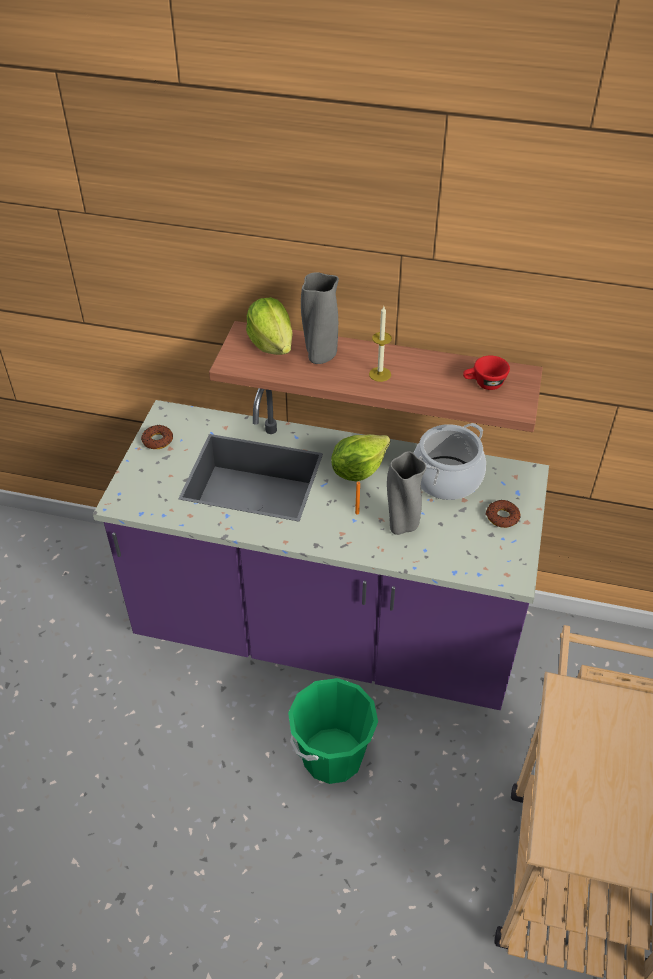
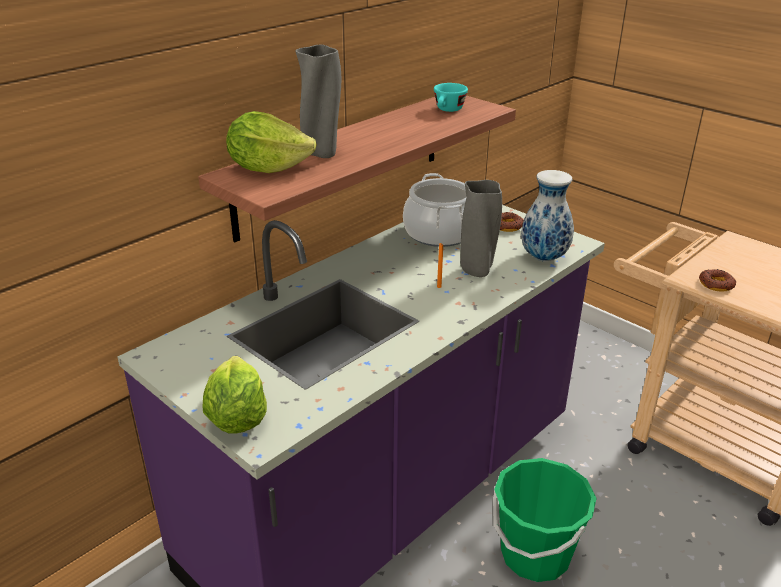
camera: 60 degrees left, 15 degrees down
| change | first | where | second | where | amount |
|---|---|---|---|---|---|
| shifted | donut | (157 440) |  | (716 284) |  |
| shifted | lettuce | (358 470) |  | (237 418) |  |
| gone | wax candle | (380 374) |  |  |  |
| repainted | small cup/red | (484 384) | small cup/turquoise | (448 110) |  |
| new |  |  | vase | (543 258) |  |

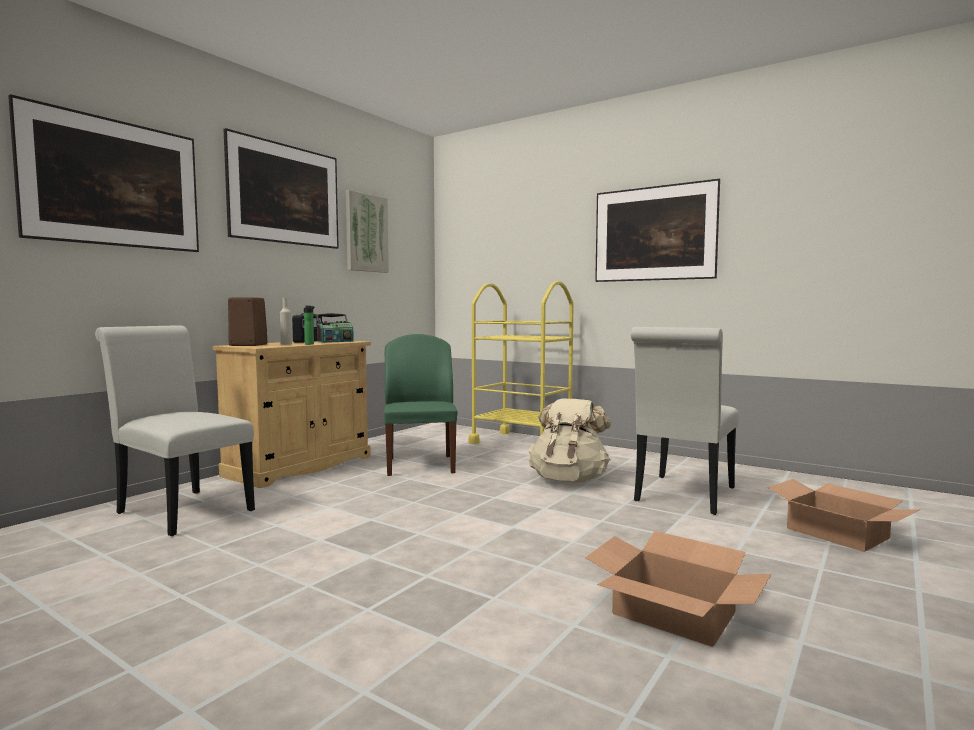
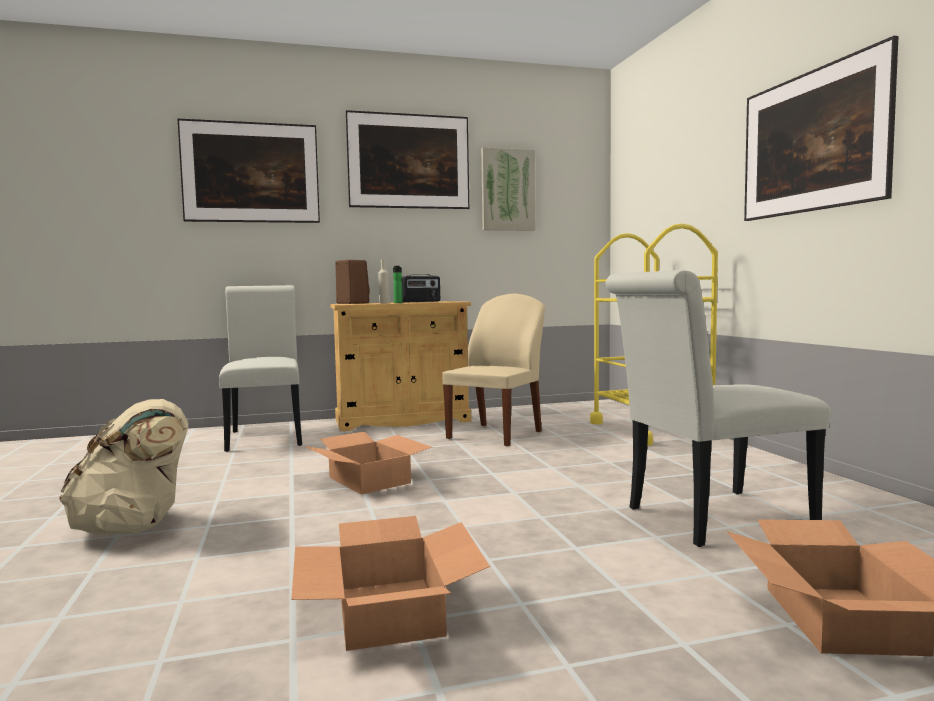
camera: 40 degrees right, 0 degrees up
| change | first | where | second | where | amount |
|---|---|---|---|---|---|
| gone | radio receiver | (335 341) |  |  |  |
| repainted | chair/green | (420 465) | chair/beige | (496 434) |  |
| shifted | backpack/beige | (569 480) |  | (134 527) |  |
| new |  |  | carton | (369 480) |  |

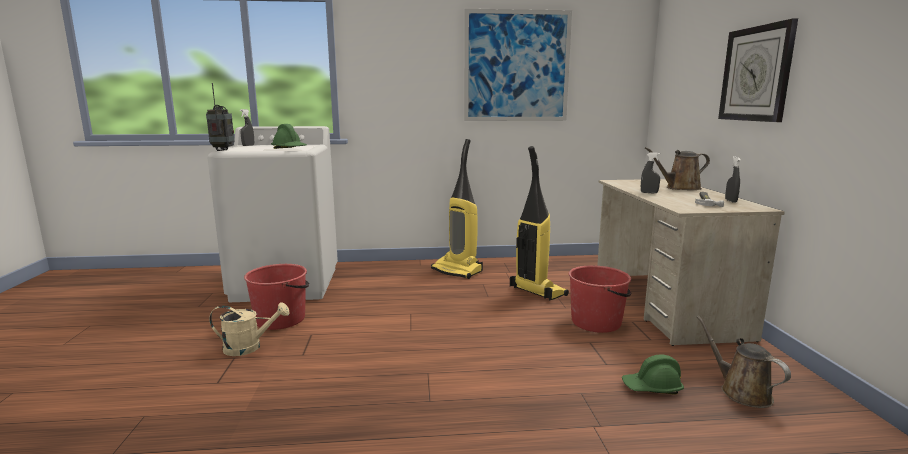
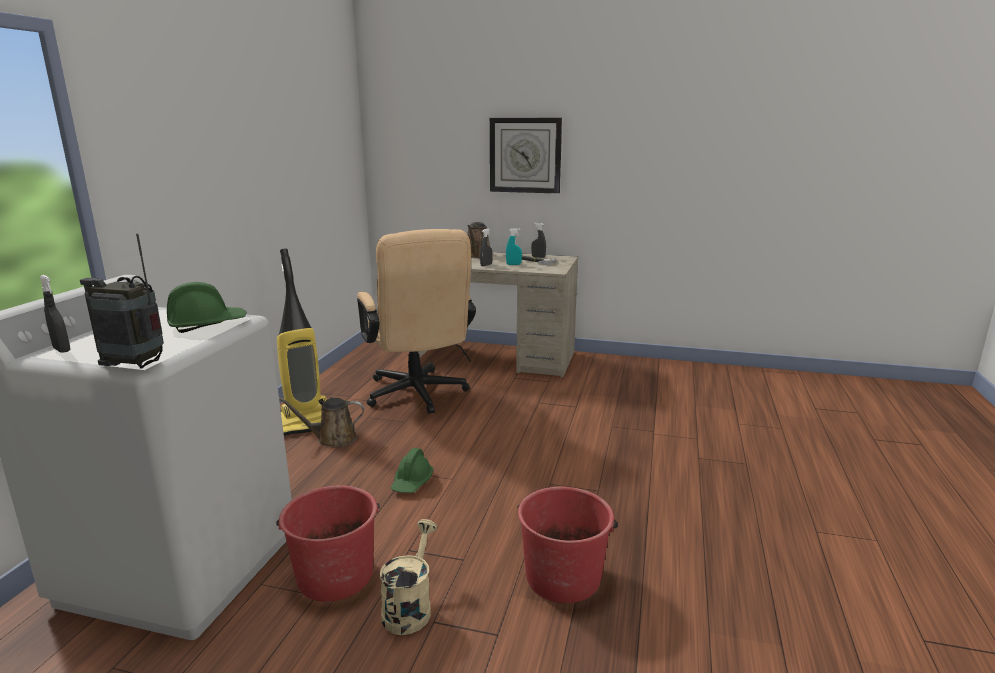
camera: 70 degrees left, 5 degrees up
| change | first | where | second | where | amount |
|---|---|---|---|---|---|
| gone | wall picture | (516 66) |  |  |  |
| swapped | vacuum cleaner | (536 291) | computer chair/beige | (418 396) |  |
| shifted | bucket/red | (597 322) |  | (563 577) |  |
| shifted | work helmet/green | (652 387) |  | (412 482) |  |
| shifted | watering can/brown | (741 392) |  | (332 439) |  |
| new |  |  | hand sprayer/turquoise | (513 264) |  |

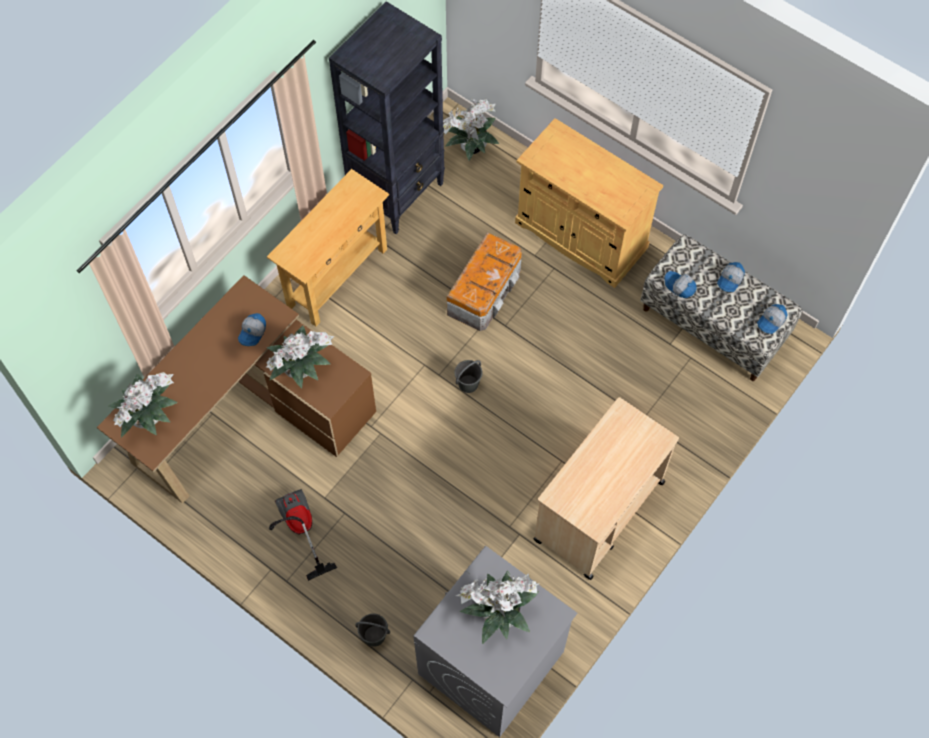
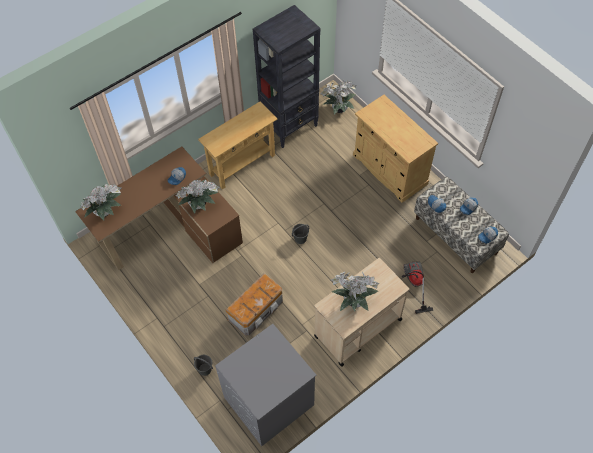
camera: 15 degrees right, 5 degrees down
| change | first | where | second | where | amount |
|---|---|---|---|---|---|
| shifted | vacuum cleaner | (299 529) |  | (414 284) |  |
| shifted | storage container | (485 291) |  | (257 310) |  |
| shifted | plant in a pot | (497 614) |  | (352 301) |  |

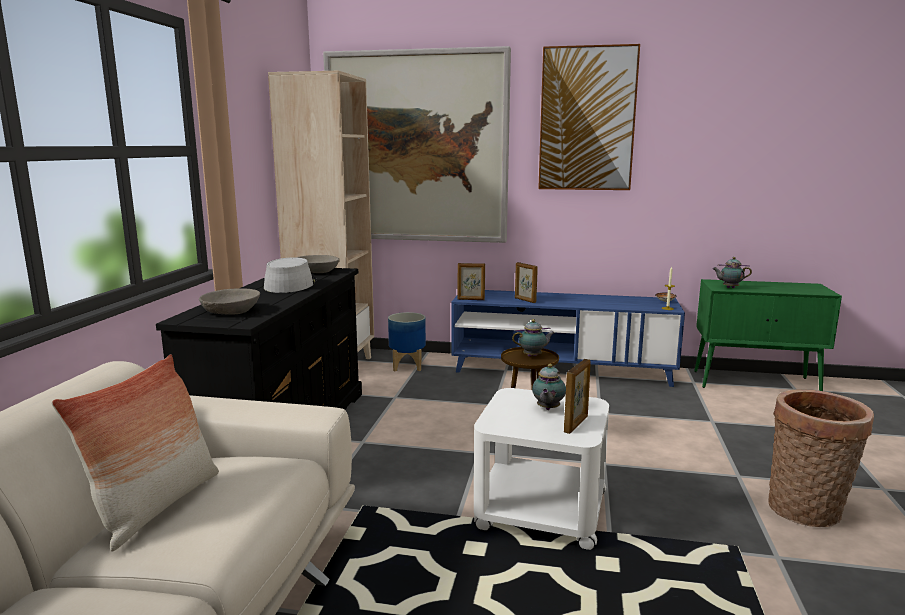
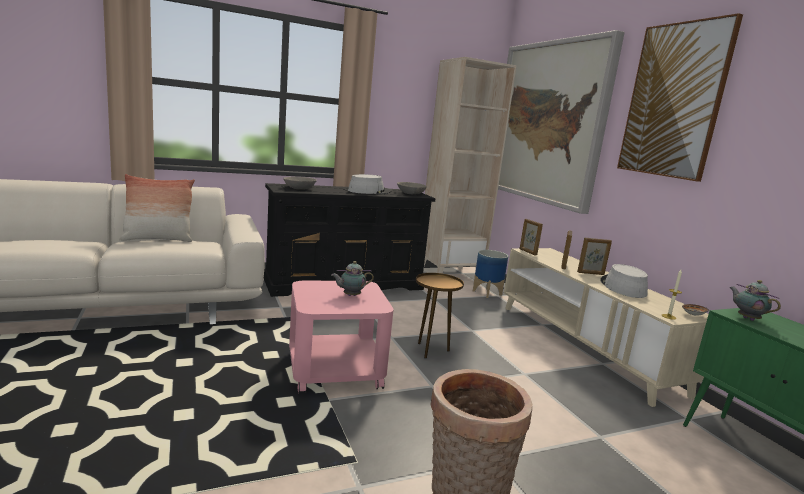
camera: 55 degrees right, 0 degrees up
| change | first | where | second | where | amount |
|---|---|---|---|---|---|
| repainted | tv unit/blue-coloured | (561 370) | tv unit/beige | (584 346) |  |
| repainted | accent table/white-coloured | (540 510) | accent table/pink-coloured | (335 369) |  |
| gone | teapot | (533 356) |  |  |  |
| shifted | photo frame | (576 424) |  | (591 273) |  |
| new |  |  | hat/greyish | (622 287) |  |

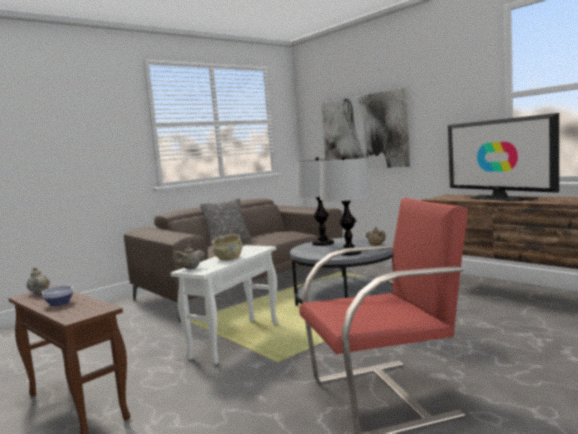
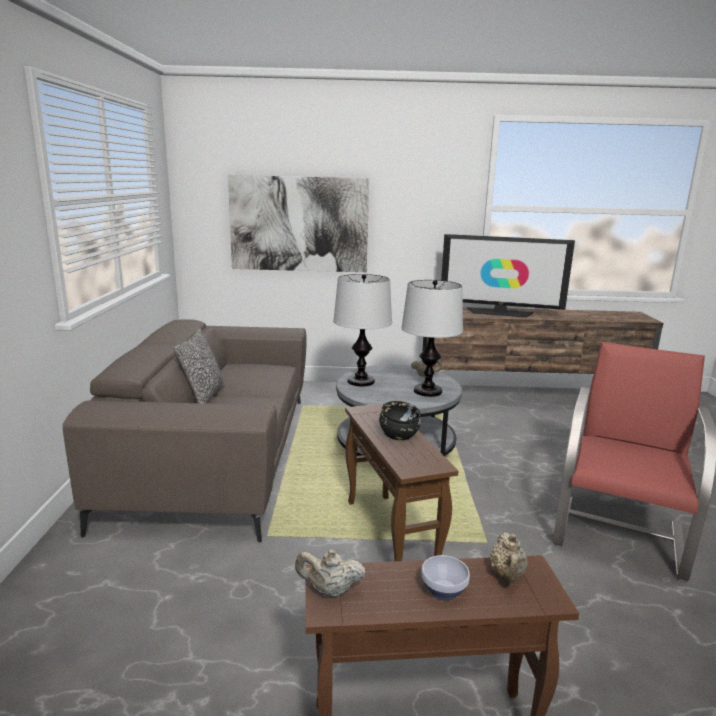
camera: 50 degrees left, 10 degrees up
| change | first | where | second | where | amount |
|---|---|---|---|---|---|
| repainted | accent table/white-coloured | (236 340) | accent table/brown | (390 536) |  |
| shifted | teapot/beige | (190 268) |  | (507 575) |  |
| repainted | serving bowl/beige | (228 258) | serving bowl/blackish | (398 435) |  |

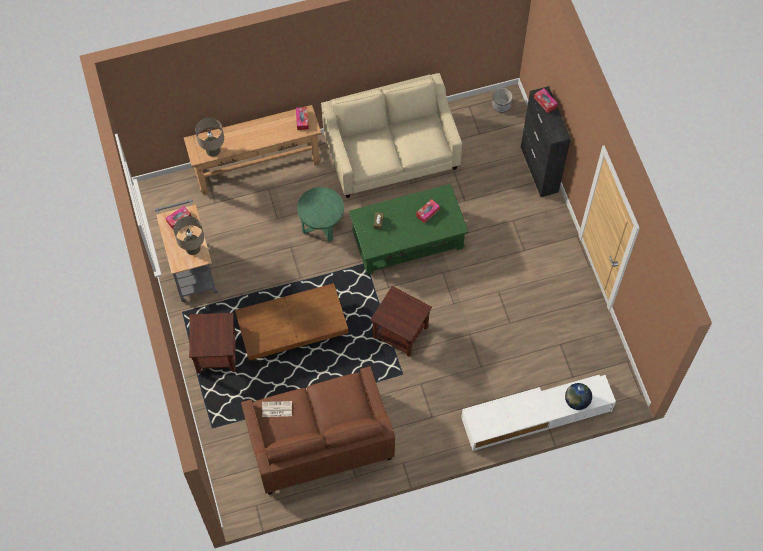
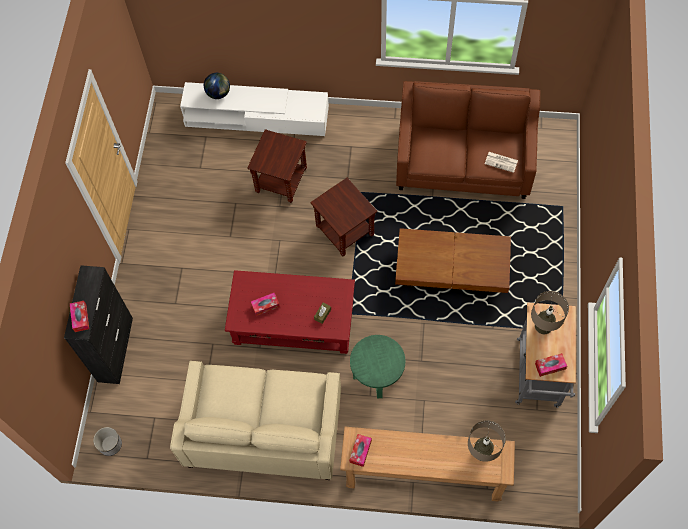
camera: 155 degrees left, 0 degrees up
| change | first | where | second | where | amount |
|---|---|---|---|---|---|
| shifted | accent table/brown | (217 354) |  | (281 180) |  |
| repainted | coffee table/green | (408 240) | coffee table/red | (293 322) |  |

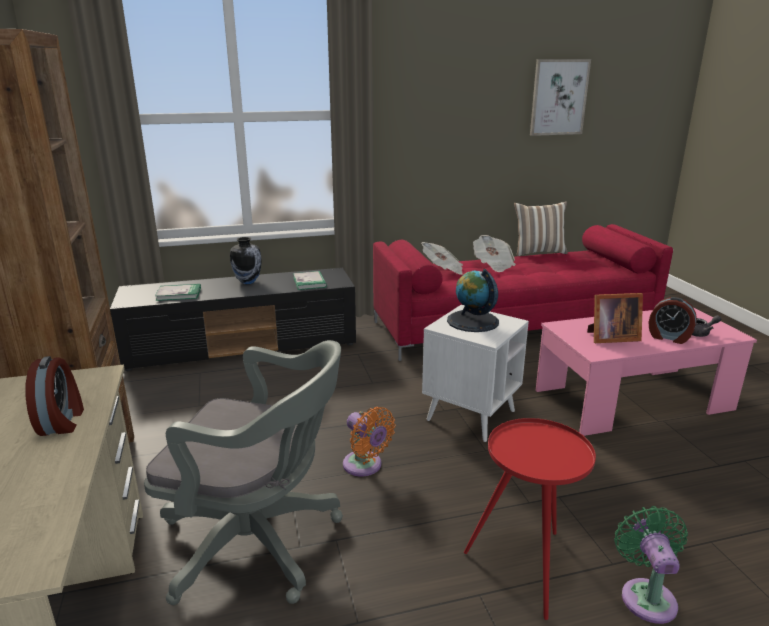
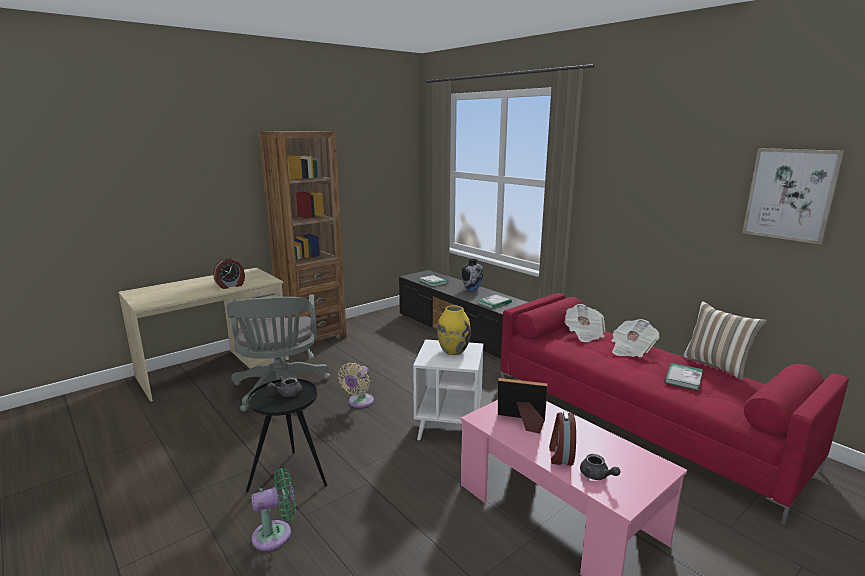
camera: 65 degrees right, 5 degrees down
| change | first | where | second | where | amount |
|---|---|---|---|---|---|
| repainted | electric fan/orangey | (365 466) | electric fan/beige | (359 402) |  |
| swapped | globe | (472 321) | vase/yellow | (453 351) |  |
| repainted | accent table/red | (526 564) | accent table/blackish | (291 478) |  |
| rotated | photo frame | (610 338) |  | (522 422) | 135 degrees clockwise |
| new |  |  | teapot/greyish | (287 393) |  |
| new |  |  | book | (683 378) |  |

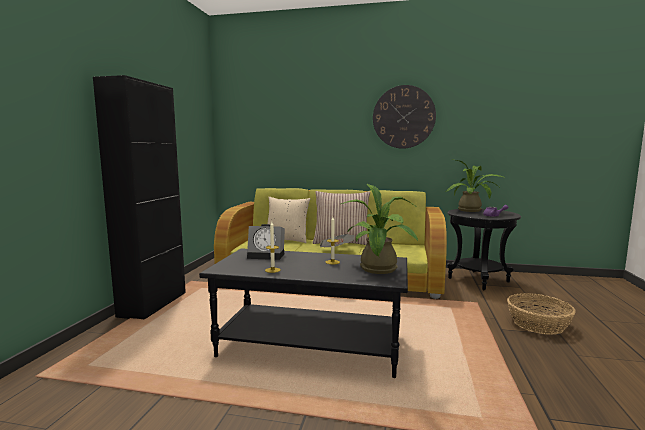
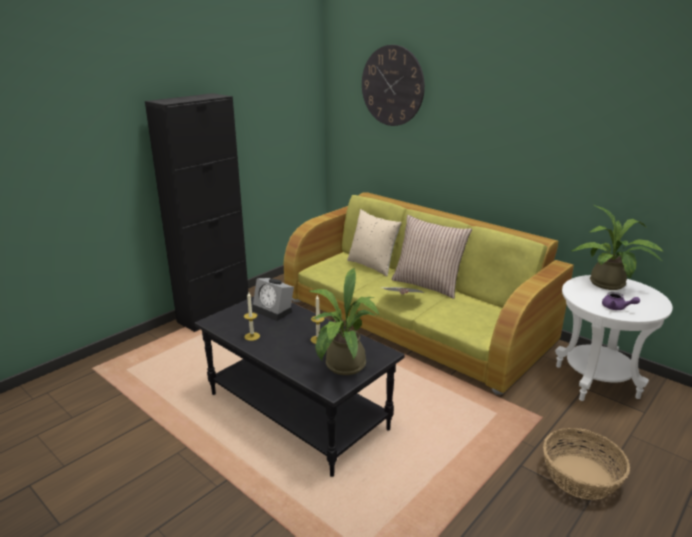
camera: 30 degrees right, 15 degrees up
| change | first | where | second | where | amount |
|---|---|---|---|---|---|
| shifted | clock on the wall | (403 117) |  | (392 86) |  |
| repainted | accent table/blackish | (478 280) | accent table/white-coloured | (596 382) |  |

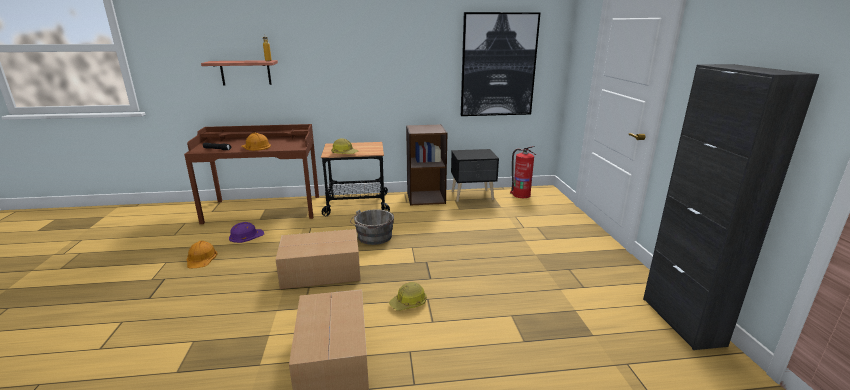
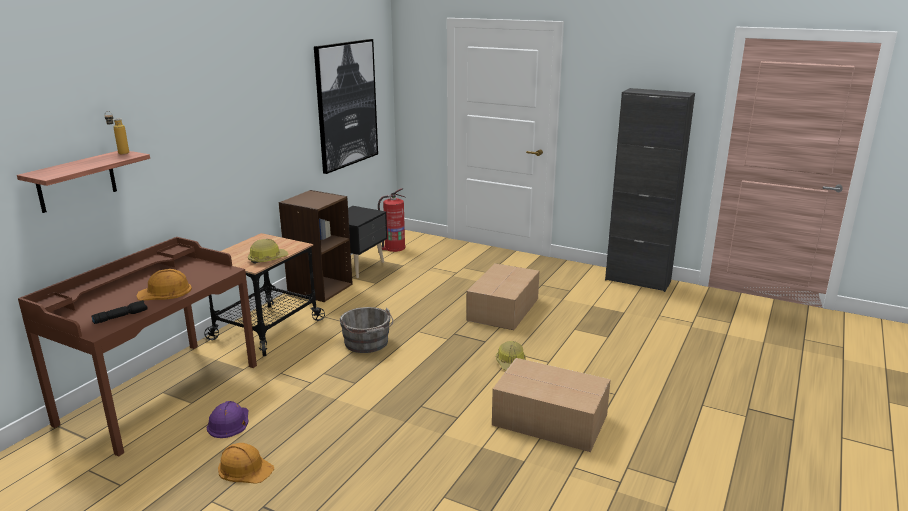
camera: 55 degrees left, 0 degrees up
| change | first | where | second | where | amount |
|---|---|---|---|---|---|
| shifted | carton | (322 271) |  | (504 309) |  |

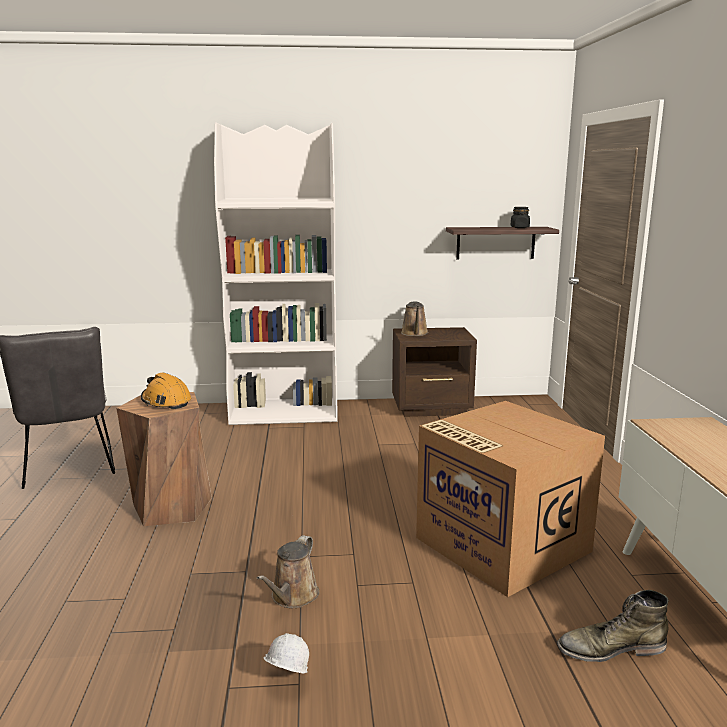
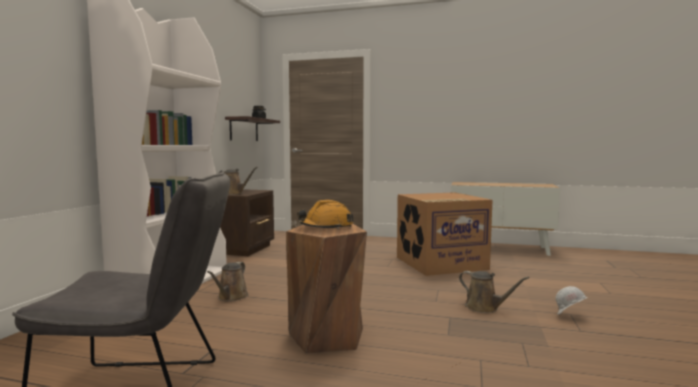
camera: 70 degrees left, 10 degrees down
| change | first | where | second | where | amount |
|---|---|---|---|---|---|
| gone | boot/green | (610 648) |  |  |  |
| new |  |  | watering can/brown | (231 297) |  |

